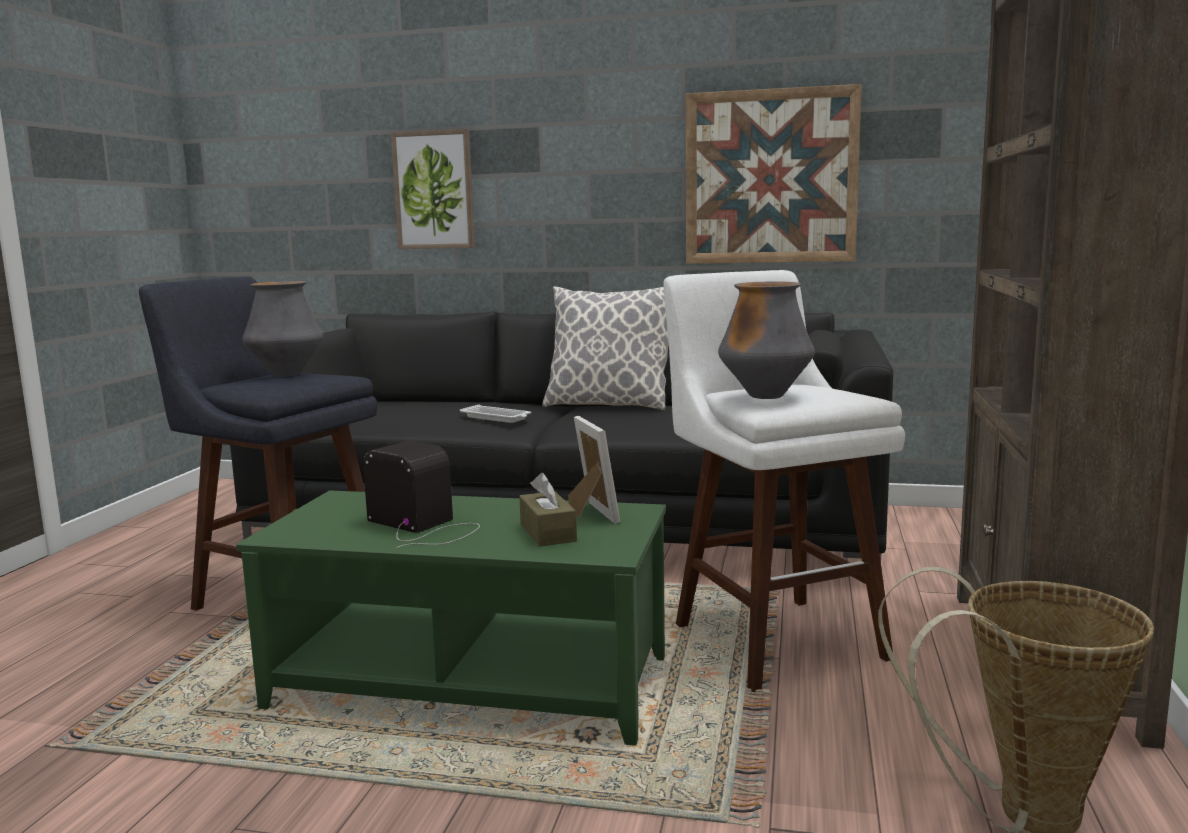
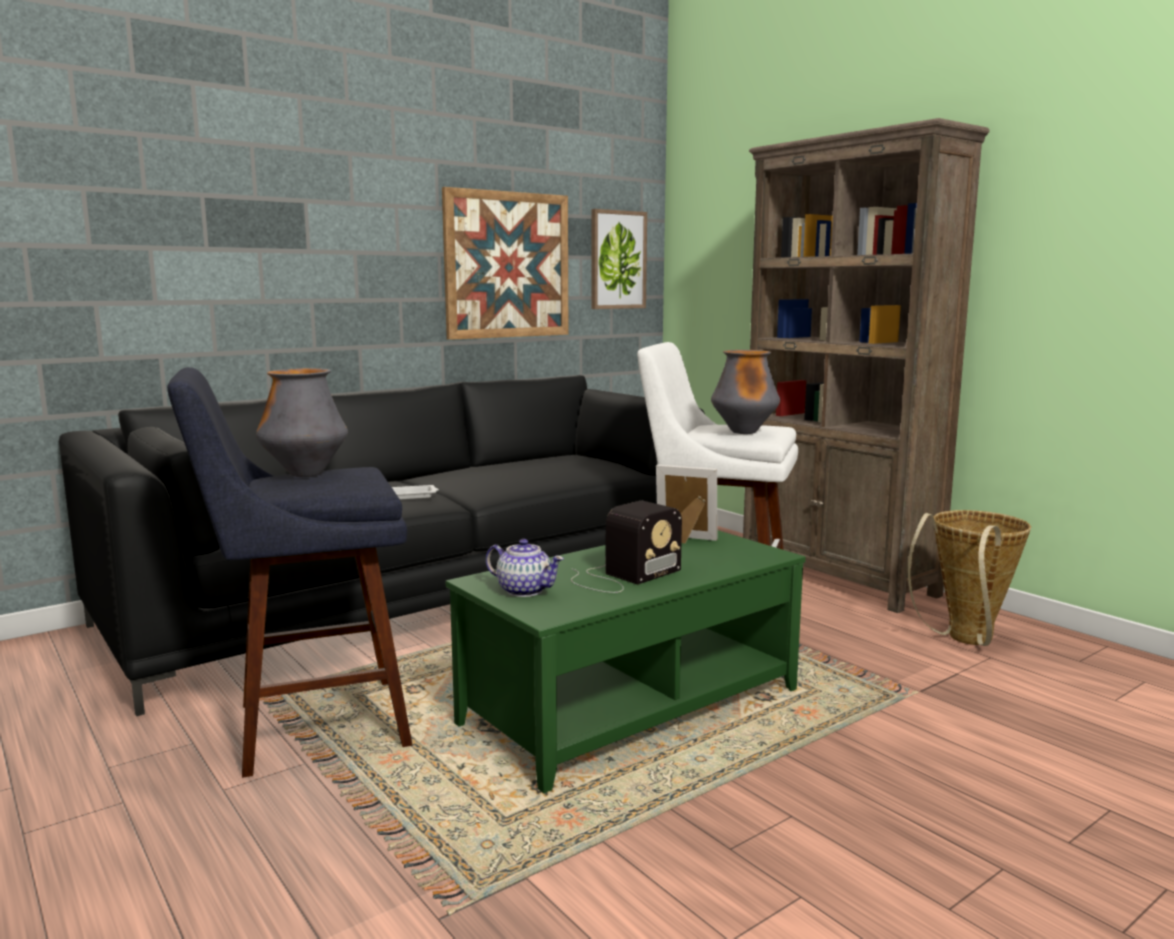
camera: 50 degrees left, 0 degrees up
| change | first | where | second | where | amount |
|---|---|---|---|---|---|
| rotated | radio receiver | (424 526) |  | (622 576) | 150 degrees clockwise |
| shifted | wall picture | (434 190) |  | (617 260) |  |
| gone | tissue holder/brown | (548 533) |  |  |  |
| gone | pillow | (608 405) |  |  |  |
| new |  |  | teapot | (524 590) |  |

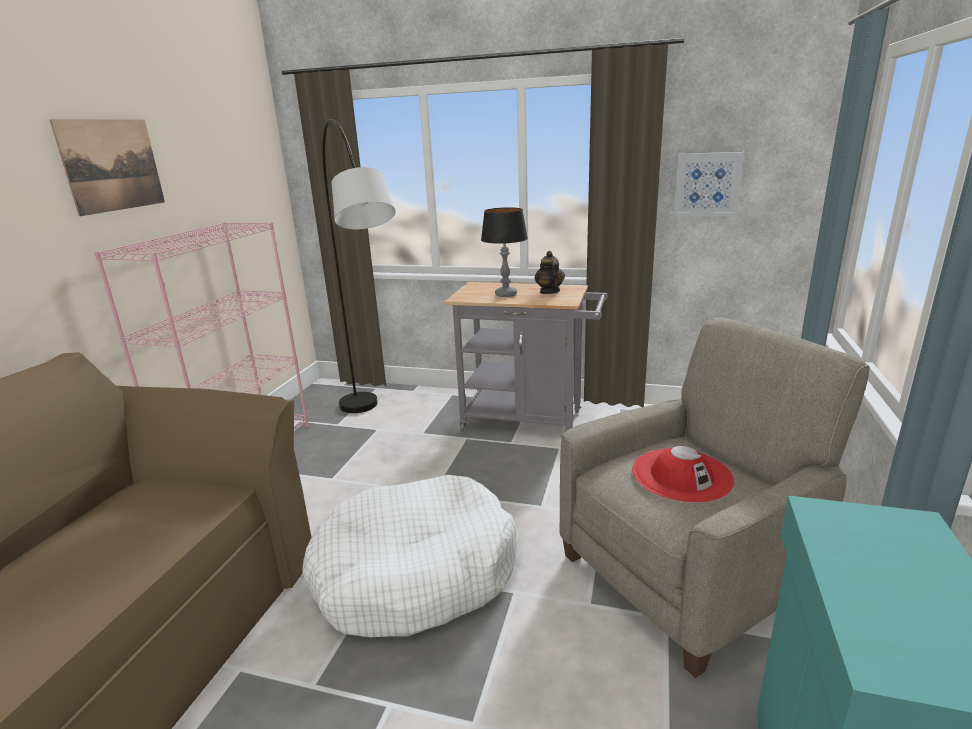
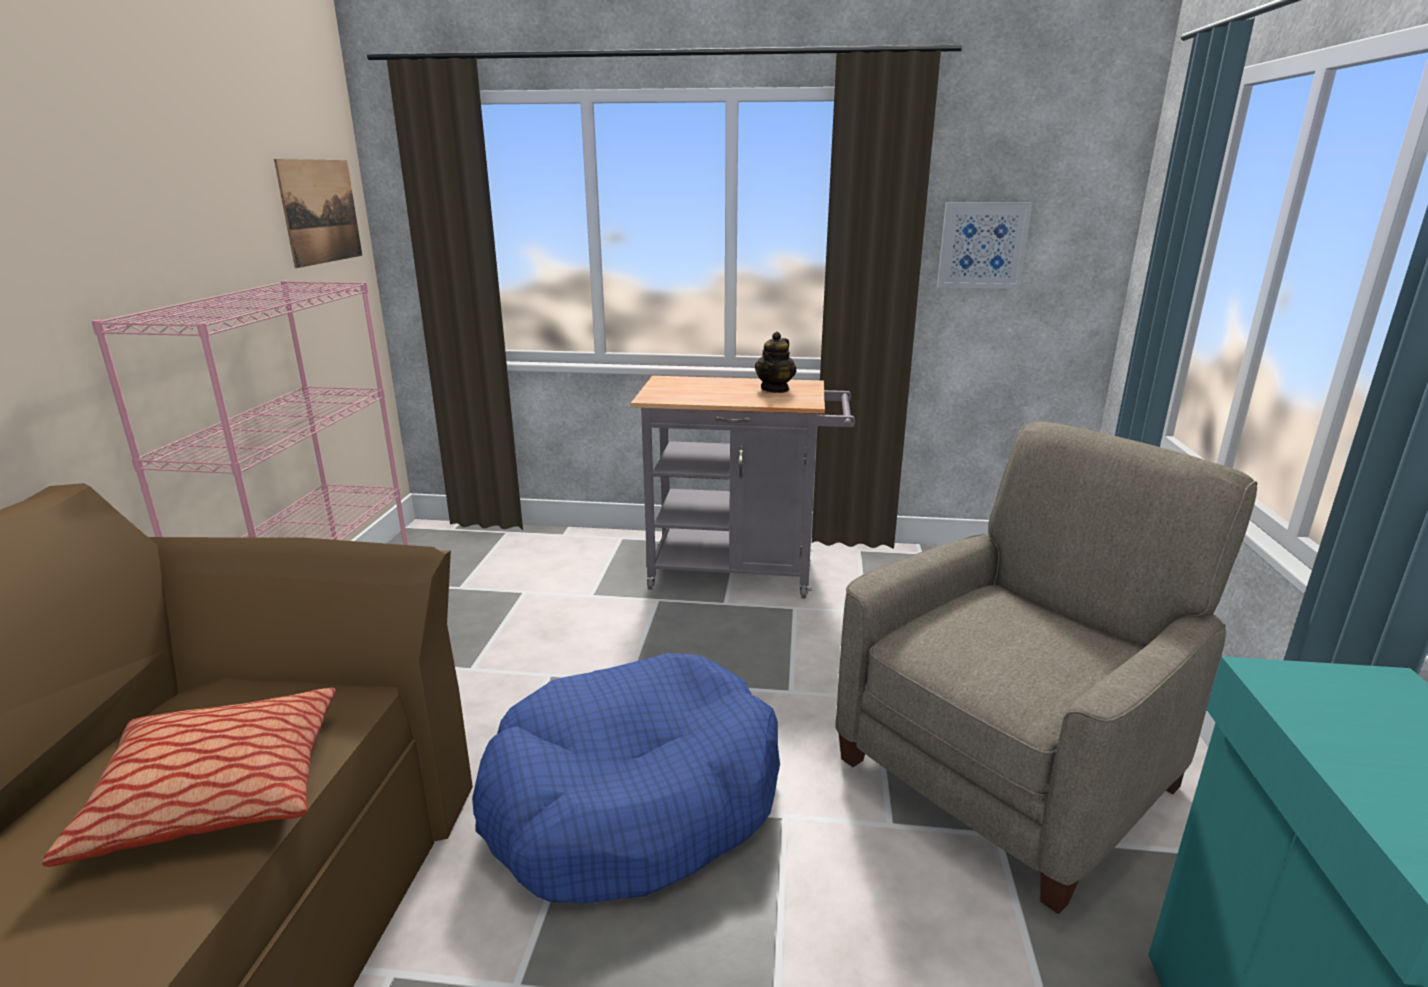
camera: 10 degrees left, 0 degrees up
| change | first | where | second | where | amount |
|---|---|---|---|---|---|
| shifted | wall picture | (112 165) |  | (321 211) |  |
| repainted | pet bed/white-coloured | (415 573) | pet bed/blue-coloured | (633 800) |  |
| gone | standing lamp/greyish | (376 435) |  |  |  |
| gone | table lamp | (506 294) |  |  |  |
| rotated | teapot | (549 291) |  | (775 389) | 135 degrees counterclockwise |
| gone | hat/red | (681 475) |  |  |  |
| new |  |  | pillow | (218 791) |  |

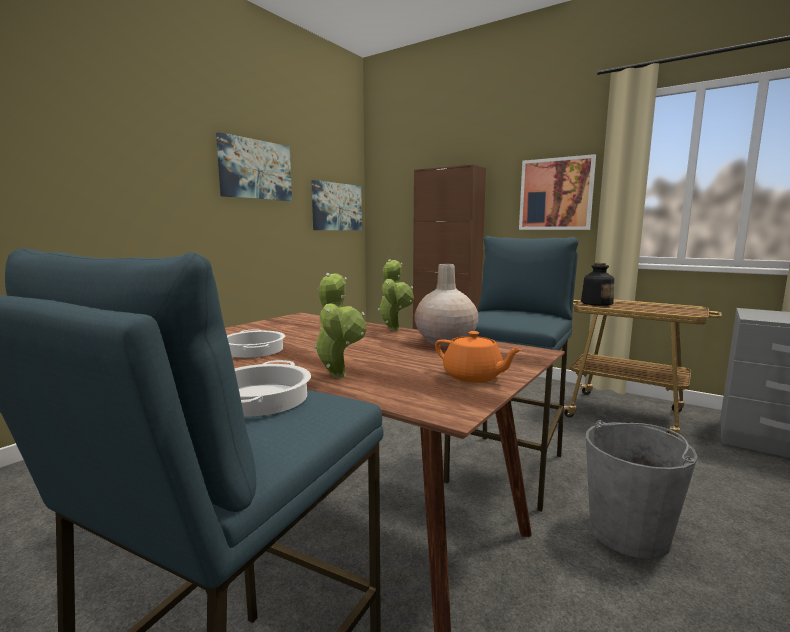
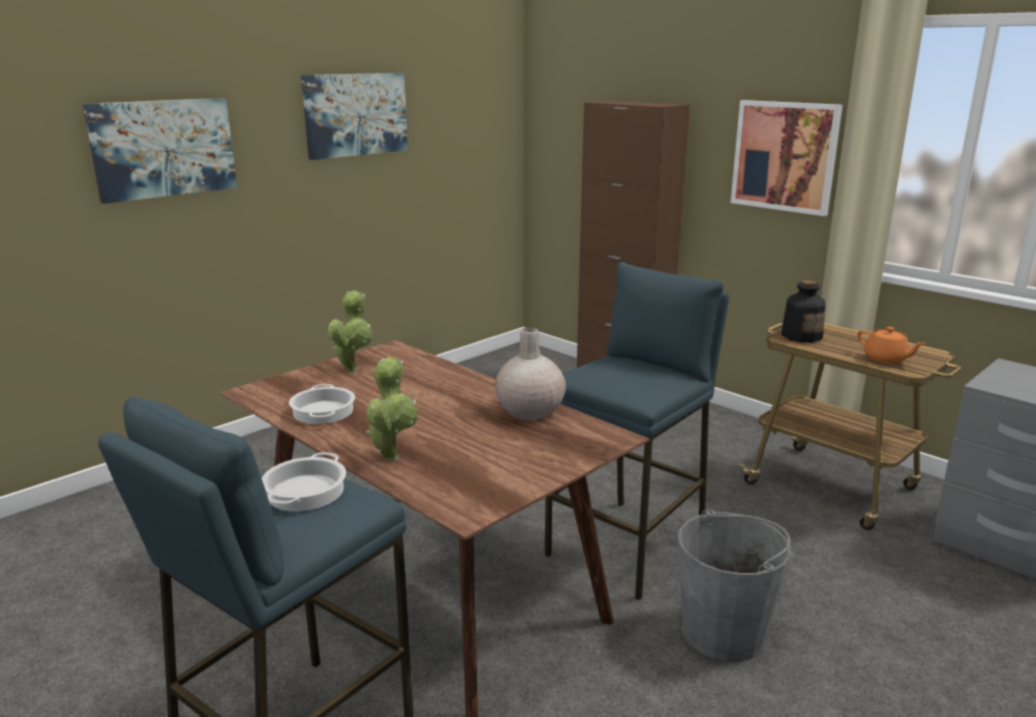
camera: 10 degrees right, 10 degrees up
| change | first | where | second | where | amount |
|---|---|---|---|---|---|
| shifted | wall picture | (336 207) |  | (163 148) |  |
| shifted | plant in a pot | (394 329) |  | (353 368) |  |
| shifted | teapot/orangey | (473 377) |  | (886 359) |  |

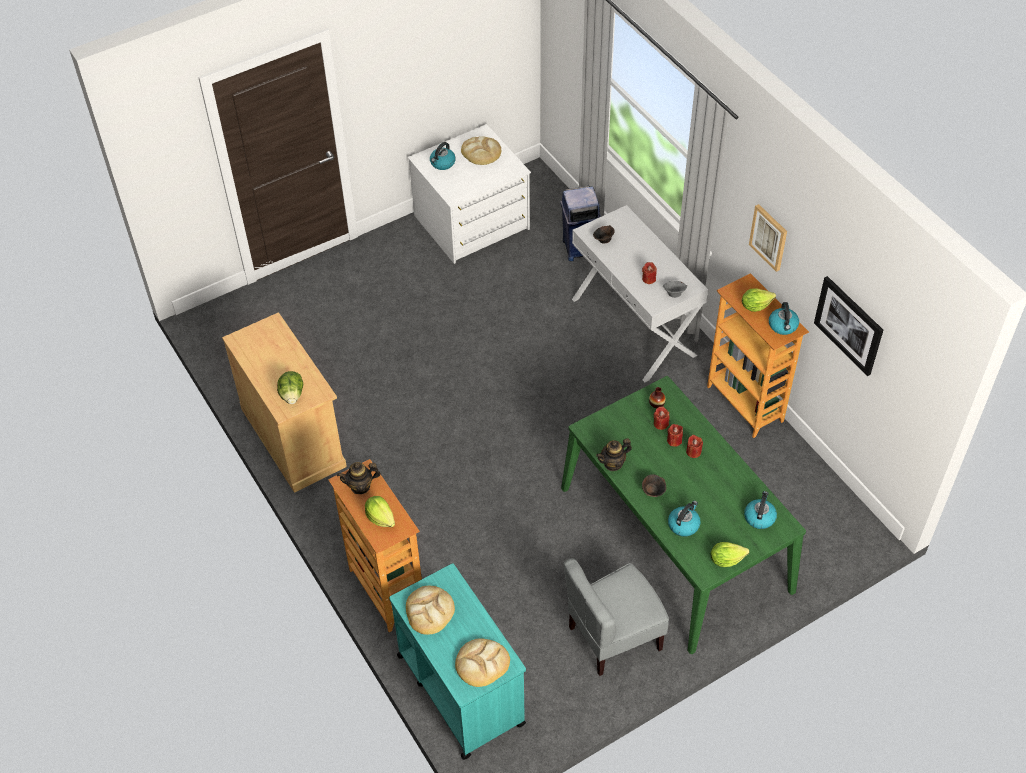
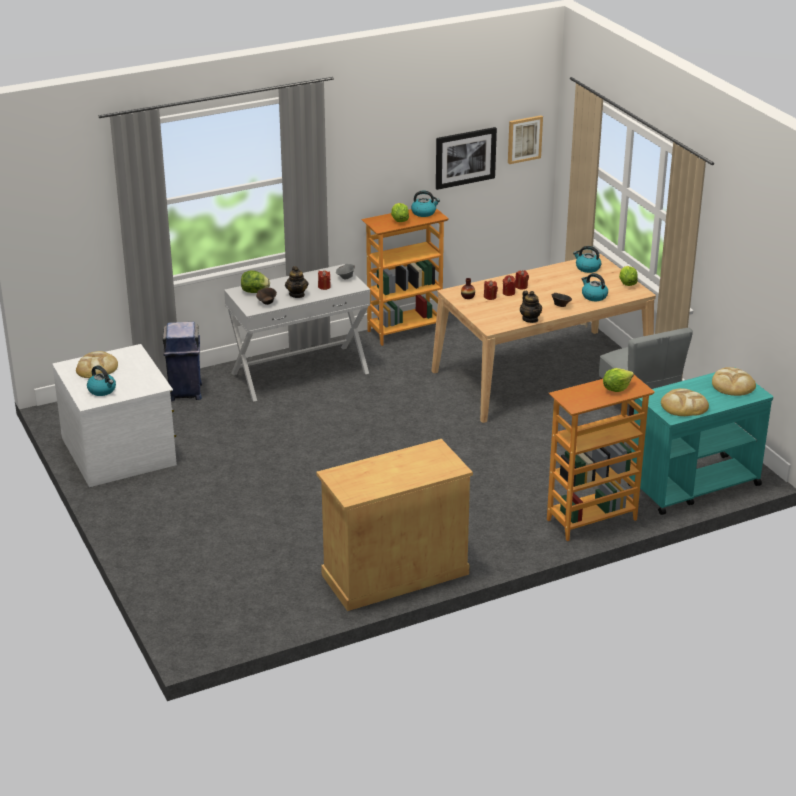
camera: 85 degrees left, 20 degrees down
| change | first | where | second | where | amount |
|---|---|---|---|---|---|
| shifted | lettuce | (292 395) |  | (255 292) |  |
| shifted | teapot | (360 486) |  | (297 294) |  |
| repainted | dining table/green | (675 538) | dining table/beige | (541 374) |  |
| shifted | wall picture | (769 237) |  | (524 139) |  |

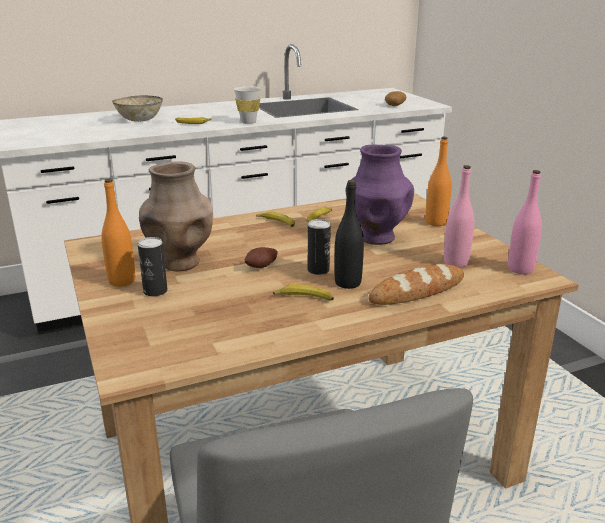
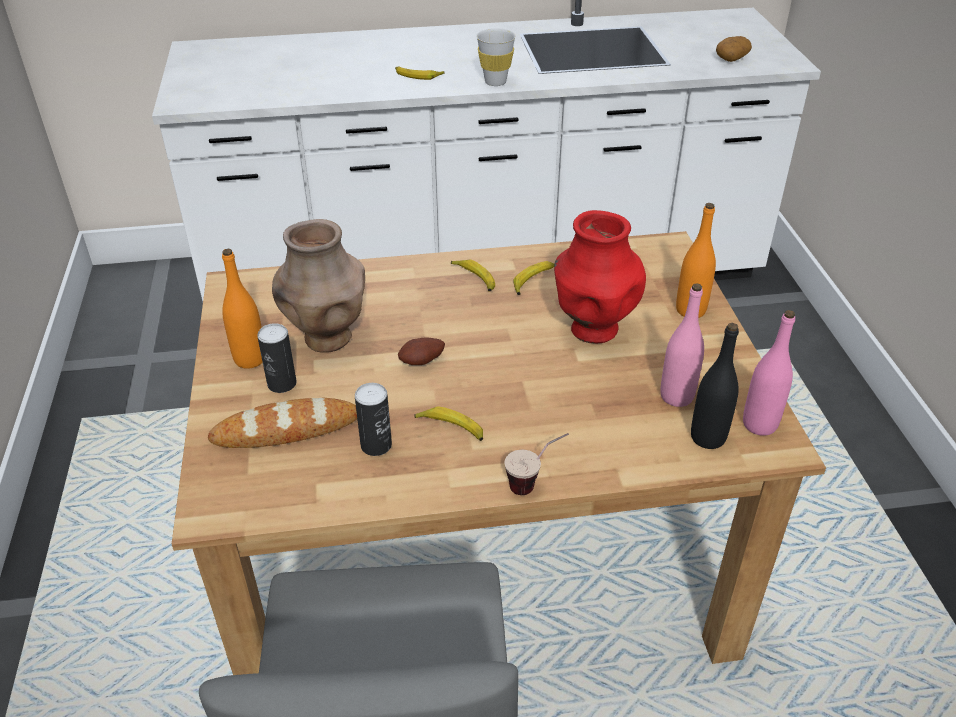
camera: 15 degrees right, 15 degrees up
| change | first | where | second | where | amount |
|---|---|---|---|---|---|
| gone | serving bowl | (140 120) |  |  |  |
| shifted | sealed can | (318 270) |  | (376 445) |  |
| shifted | drink bottle/blackish | (348 283) |  | (708 437) |  |
| repainted | vase/purplish | (376 238) | vase/red | (593 330) |  |
| shifted | bread | (417 291) |  | (286 429) |  |
| new |  |  | small cup | (535 483) |  |

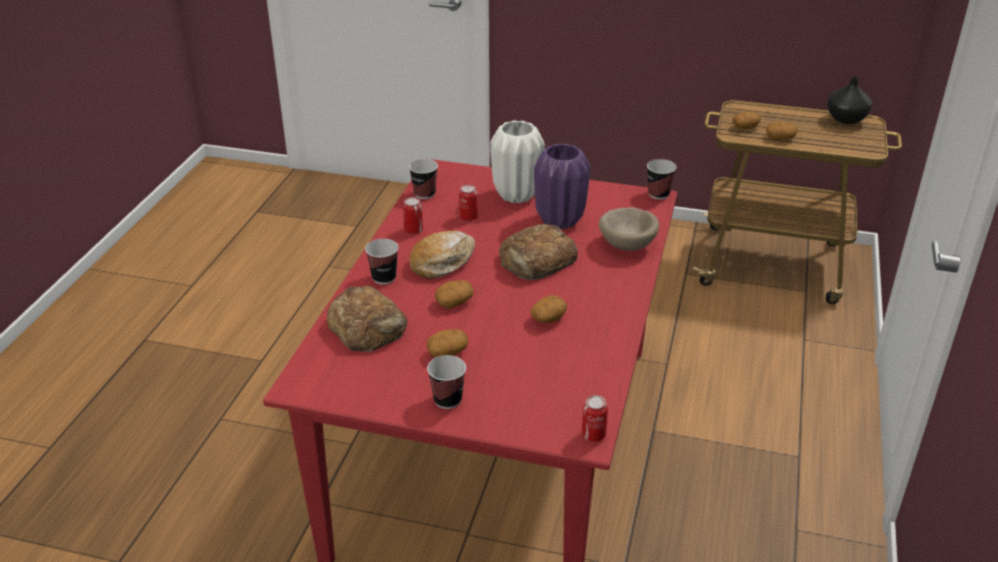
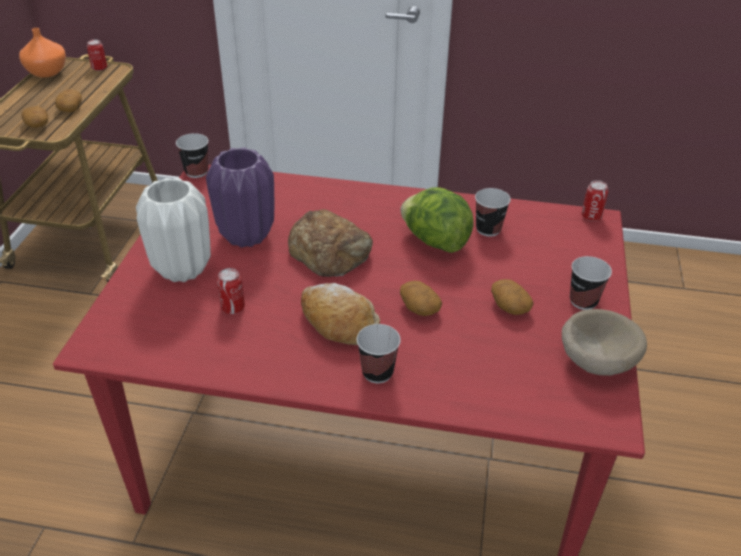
camera: 95 degrees left, 5 degrees up
| change | first | where | second | where | amount |
|---|---|---|---|---|---|
| gone | bread | (368 326) |  |  |  |
| shifted | sealed can | (413 230) |  | (99 68) |  |
| shifted | small cup | (424 194) |  | (488 229) |  |
| swapped | spud | (548 318) | lettuce | (435 241) |  |
| shifted | serving bowl/beige | (628 244) |  | (595 360) |  |
| repainted | vase/blackish | (846 118) | vase/orangey | (46 72) |  |

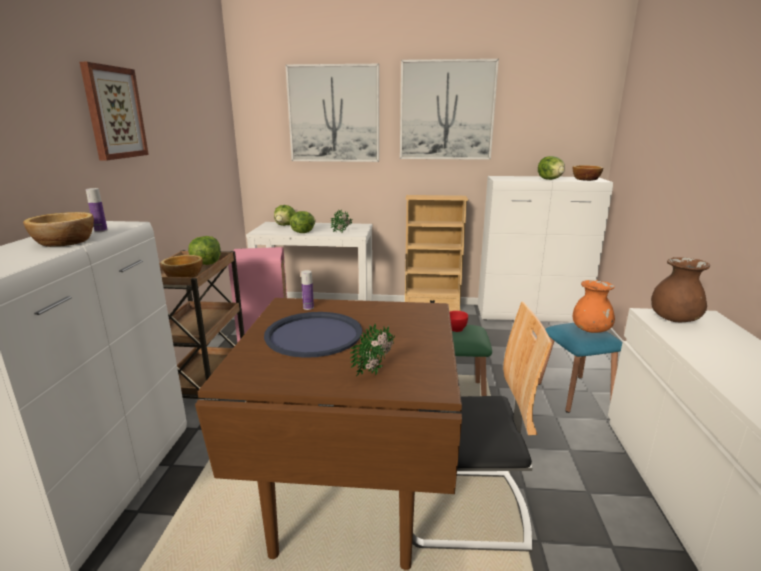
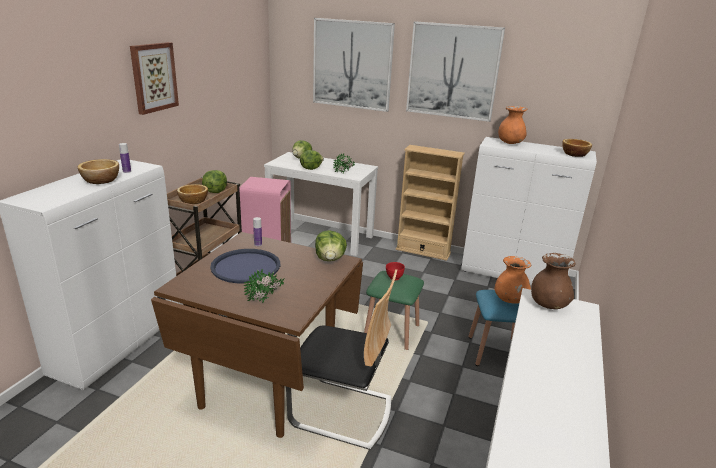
camera: 15 degrees right, 5 degrees up
| change | first | where | second | where | amount |
|---|---|---|---|---|---|
| shifted | lettuce | (550 179) |  | (330 259) |  |
| new |  |  | vase/orangey | (510 143) |  |

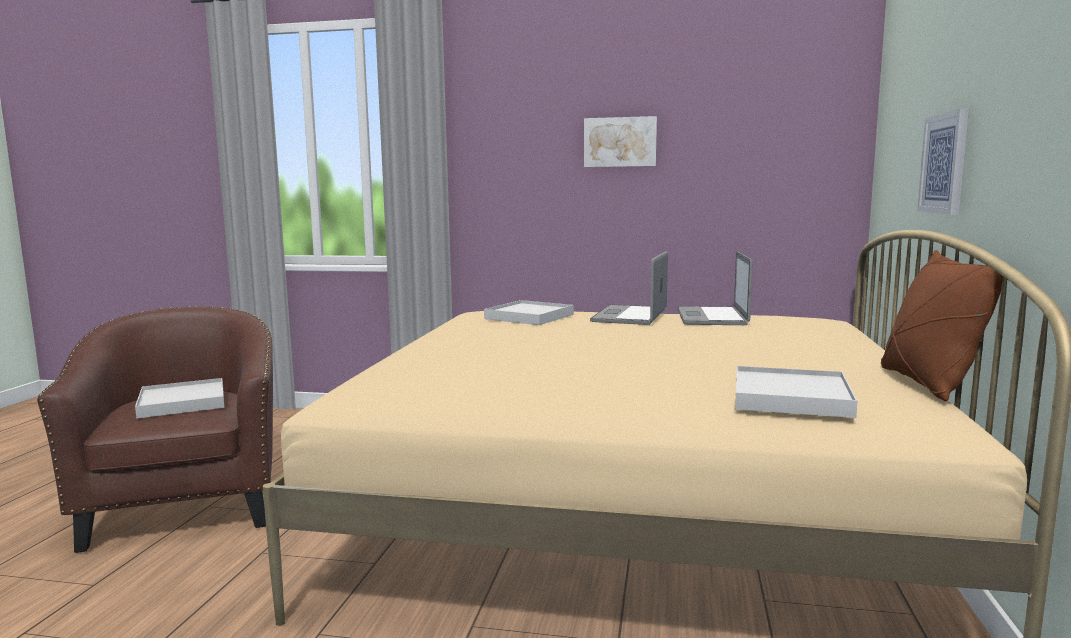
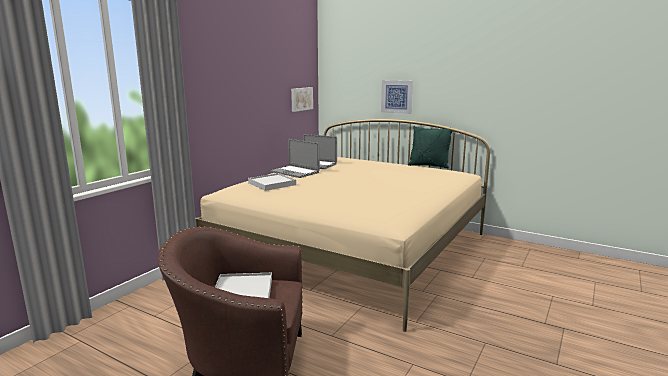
camera: 70 degrees left, 5 degrees up
| change | first | where | second | where | amount |
|---|---|---|---|---|---|
| shifted | wall picture | (620 142) |  | (301 99) |  |
| gone | tray/white-coloured | (790 397) |  |  |  |
| repainted | pillow/brown | (928 384) | pillow/green | (428 166) |  |

